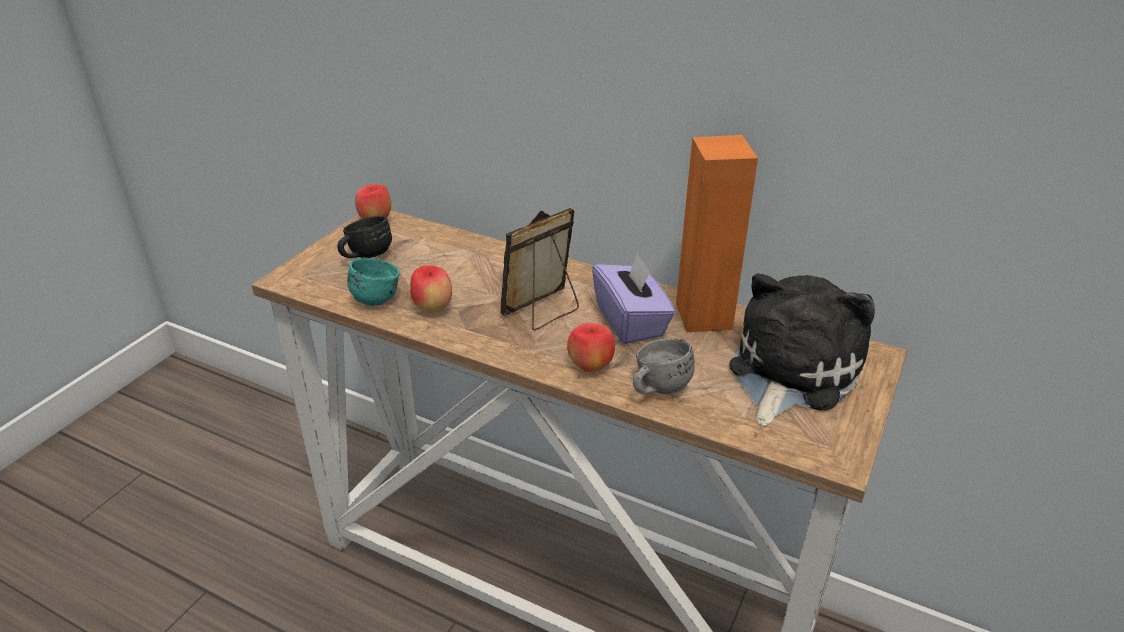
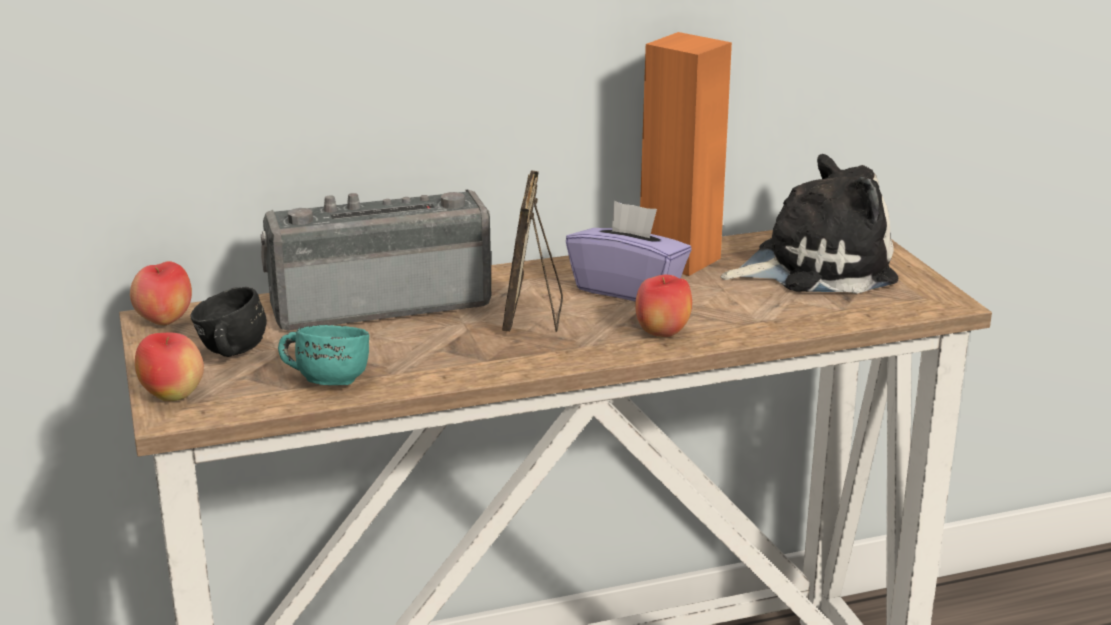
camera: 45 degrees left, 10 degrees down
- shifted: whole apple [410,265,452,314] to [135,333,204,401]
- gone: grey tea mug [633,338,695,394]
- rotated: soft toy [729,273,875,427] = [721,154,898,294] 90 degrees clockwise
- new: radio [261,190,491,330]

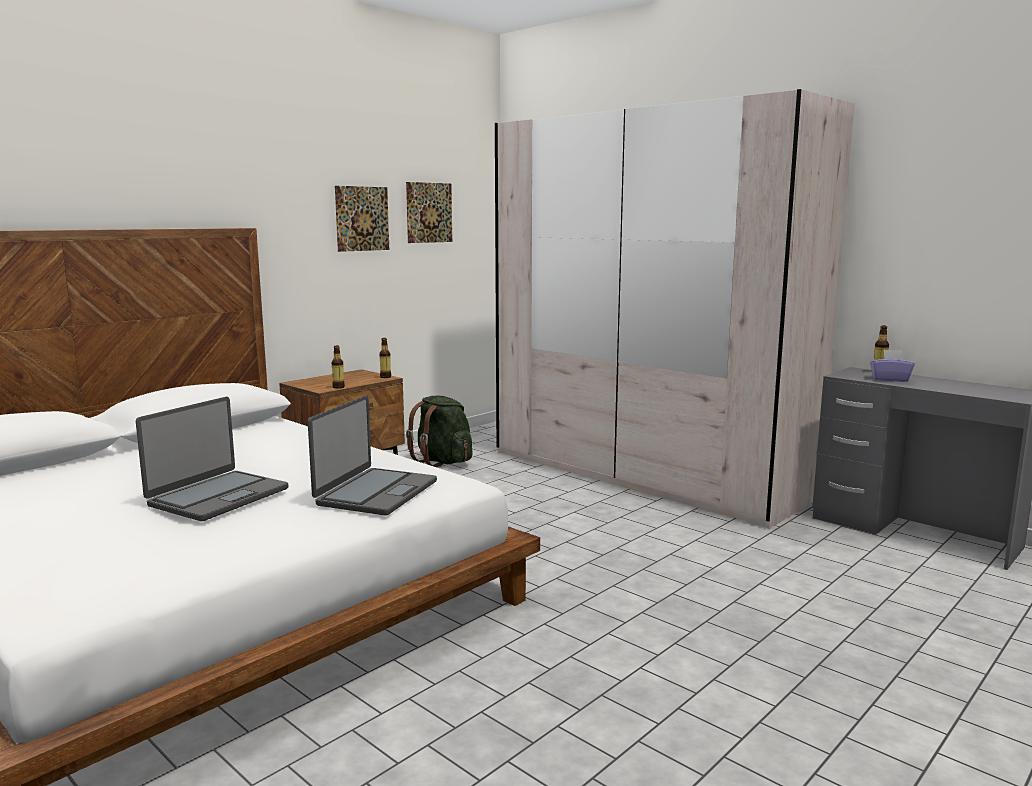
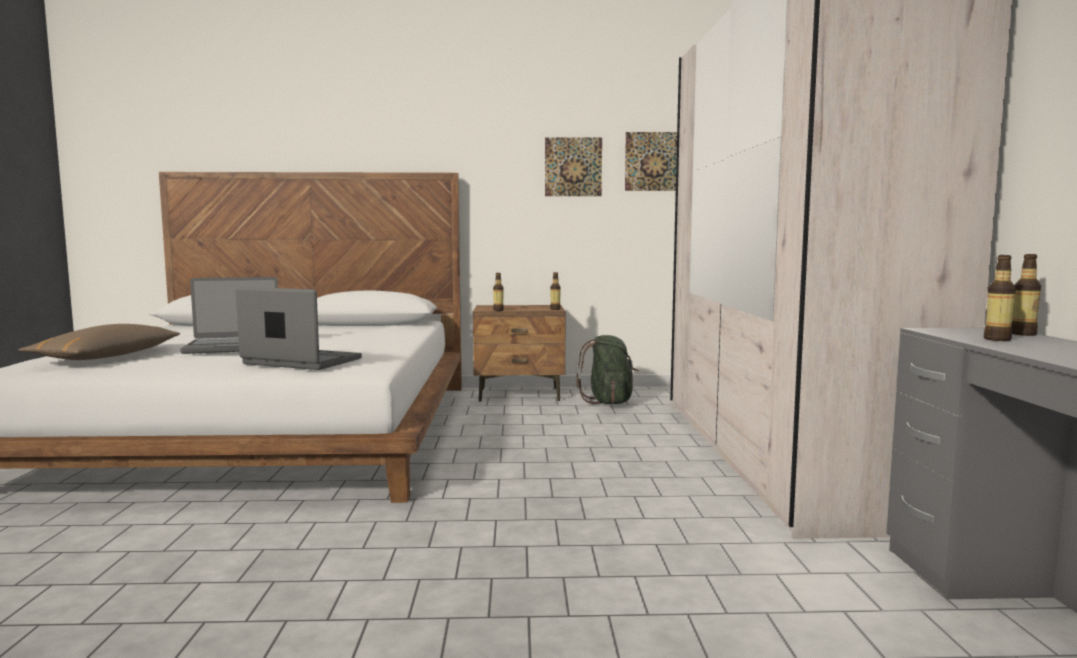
camera: 45 degrees right, 5 degrees down
- rotated: portable computer [308,395,437,516] = [236,287,362,370] 135 degrees counterclockwise
- swapped: purplish tissue box [870,350,914,382] to bottle [984,255,1016,341]
- new: brownish pillow [18,324,181,360]

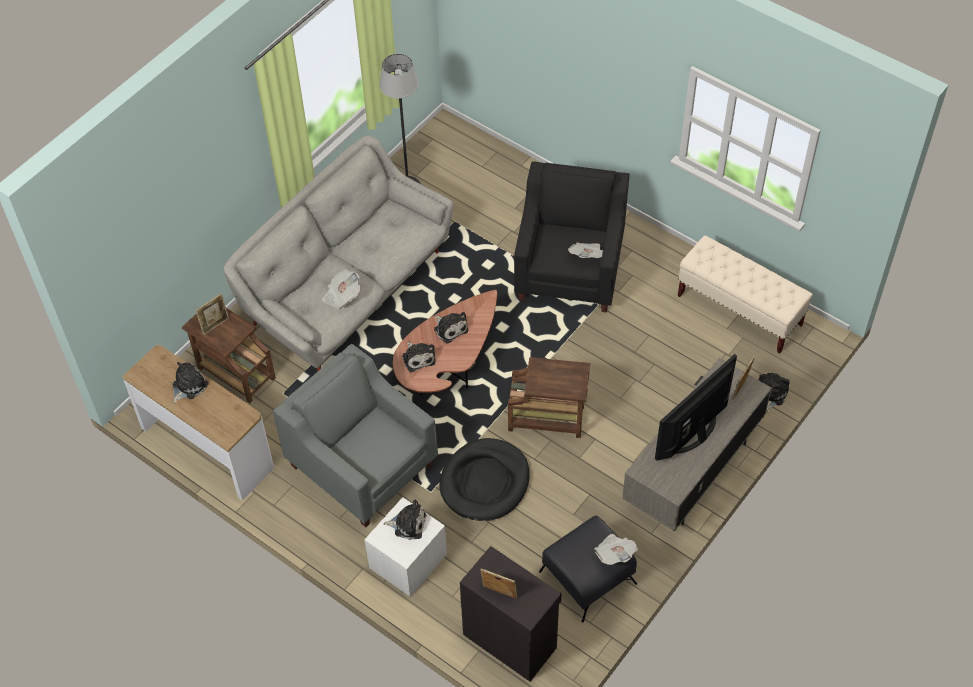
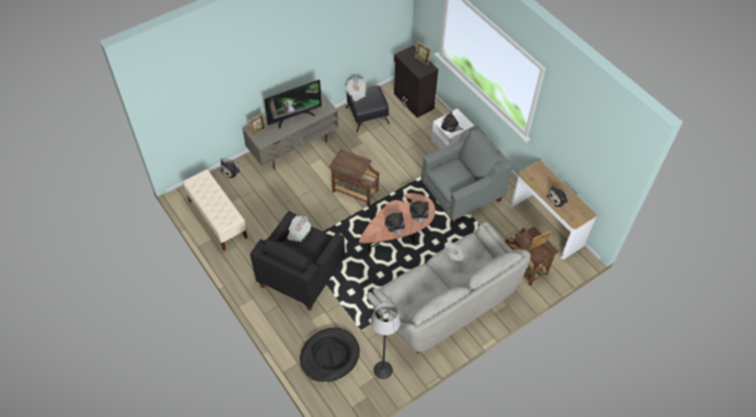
camera: 165 degrees left, 0 degrees up
- rotated: grey easy chair [272,344,438,527] = [421,125,513,224] 90 degrees counterclockwise
- shifted: black-coloured pet bed [439,438,529,521] to [300,327,360,382]

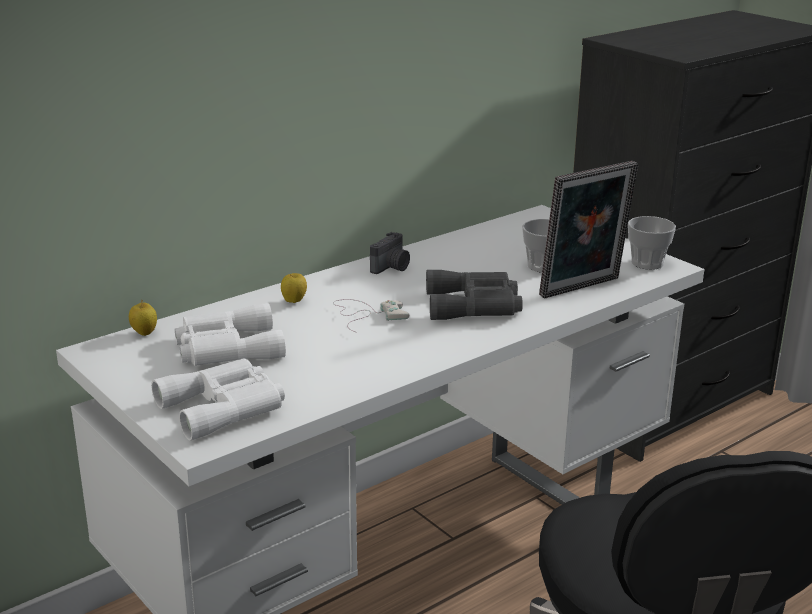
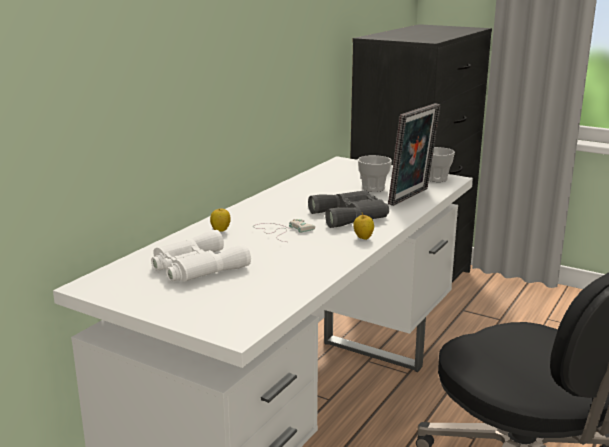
camera: 20 degrees left, 5 degrees down
- shifted: whole apple [129,300,157,336] to [353,213,374,240]
- gone: whitish binoculars [151,358,285,441]
- gone: photo camera [370,232,410,274]

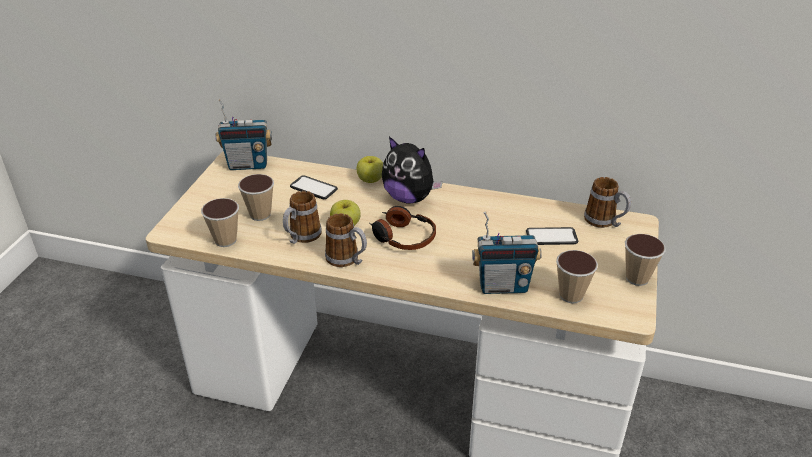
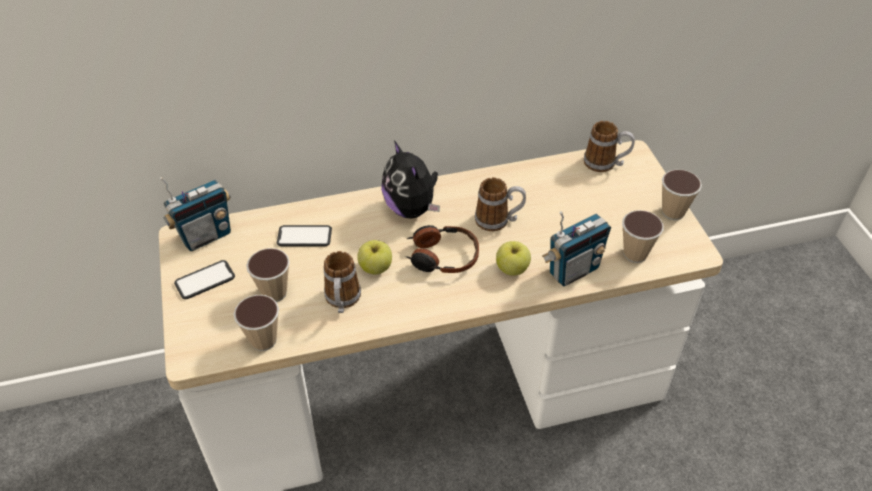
camera: 30 degrees left, 10 degrees up
- shifted: tea mug [325,213,367,267] to [475,177,526,231]
- shifted: whole apple [357,156,383,183] to [496,241,531,276]
- rotated: soft toy [382,137,443,203] = [381,140,440,219] 60 degrees clockwise
- shifted: phone [526,227,578,245] to [174,260,235,299]

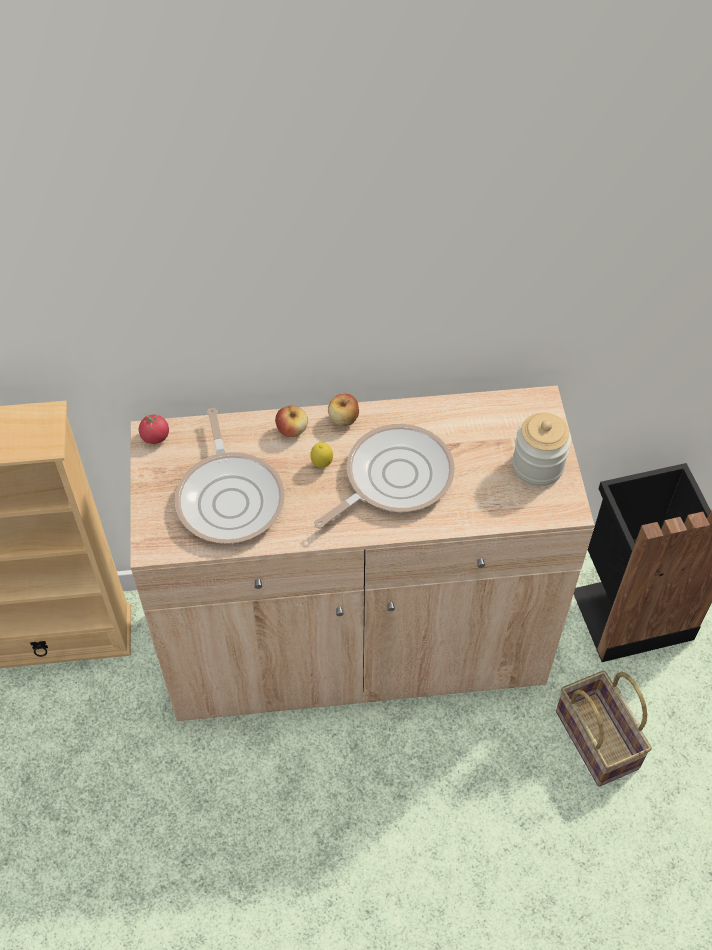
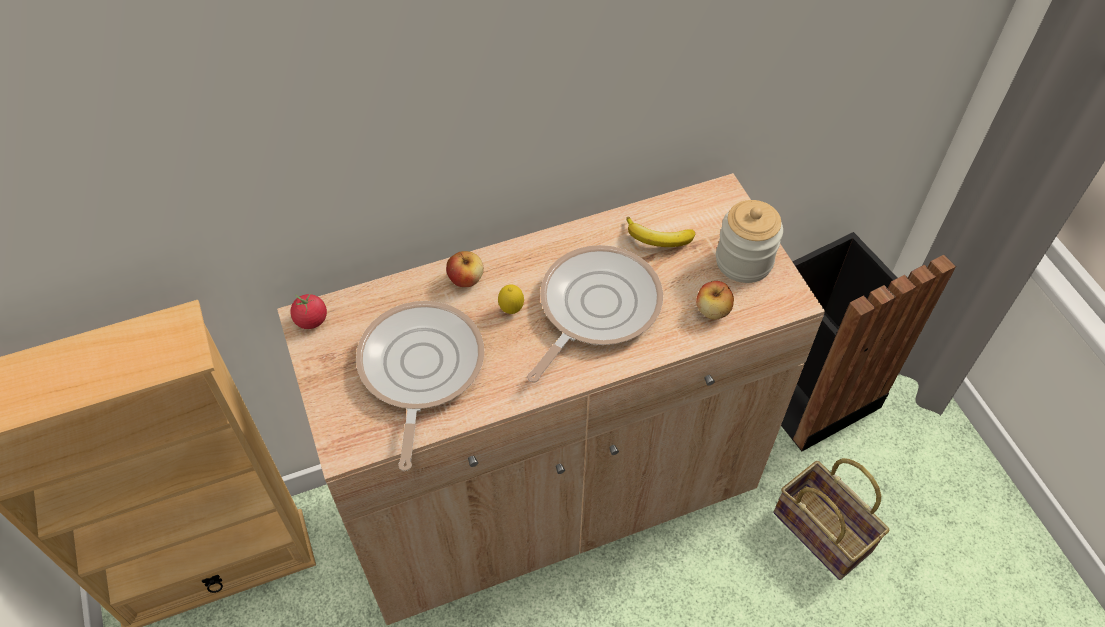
camera: 15 degrees left, 0 degrees up
- rotated: skillet [175,408,285,544] = [356,301,484,471] 150 degrees counterclockwise
- shifted: whole apple [328,394,359,426] to [696,281,734,320]
- new: banana fruit [626,217,695,247]

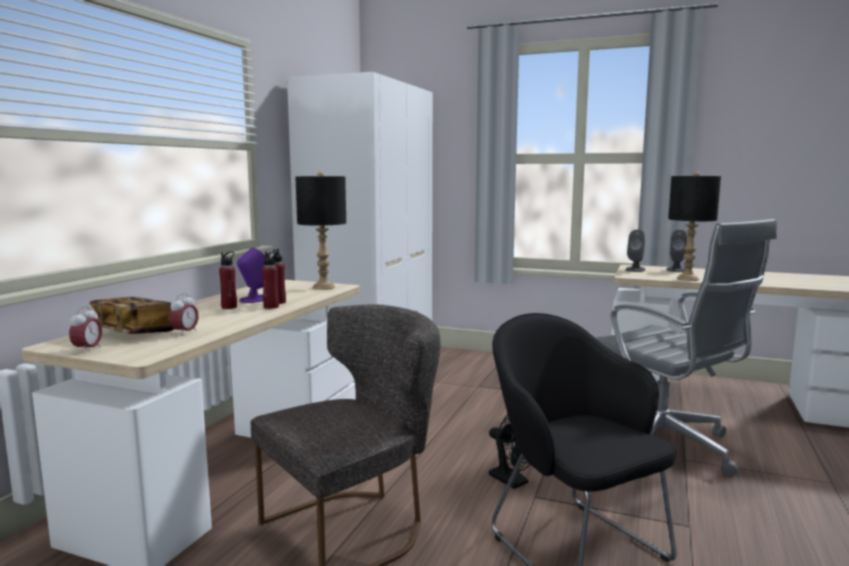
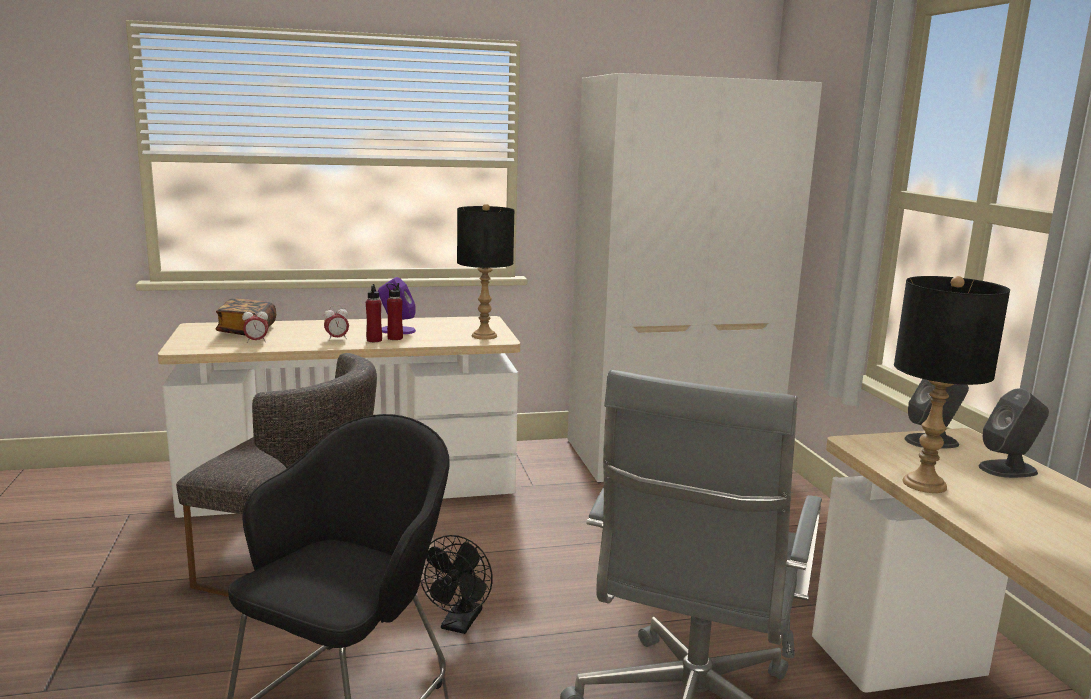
camera: 55 degrees right, 5 degrees up
- shifted: table clock [69,306,102,353] to [324,305,349,341]
- gone: red-coloured bottle [219,252,237,309]

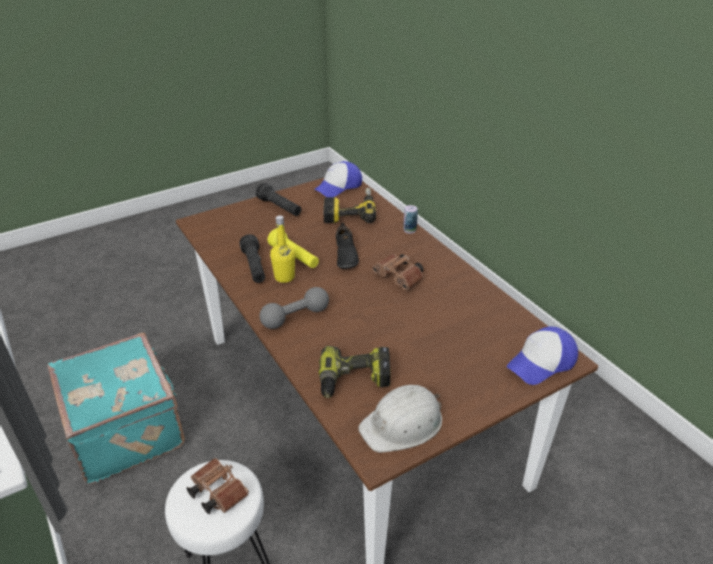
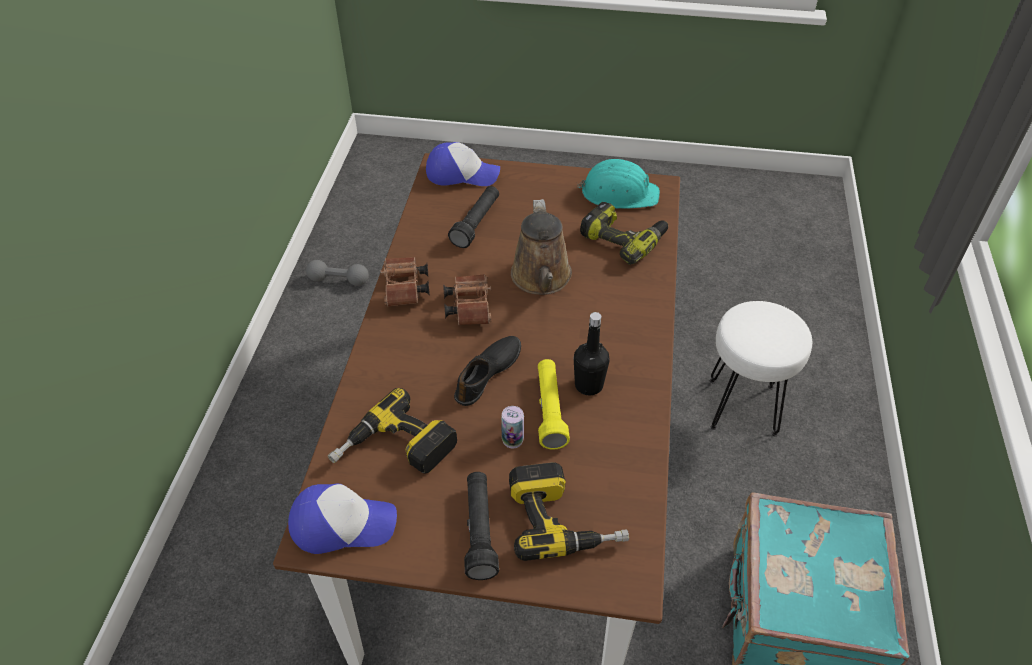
camera: 140 degrees left, 10 degrees up
- shifted: brownish binoculars [187,458,249,514] to [381,257,430,307]
- shifted: black-coloured flashlight [239,234,265,283] to [448,186,499,248]
- shifted: grey free weight [260,287,329,329] to [306,260,369,286]
- repainted: yellow bottle [270,216,295,283] to black-coloured bottle [574,312,610,396]
- repainted: whitish safety helmet [358,385,442,453] to turquoise safety helmet [577,159,660,209]
- shifted: metal can [403,205,418,234] to [501,406,524,448]
- new: electric drill [509,462,629,561]
- new: brownish sprinkling can [511,199,572,295]

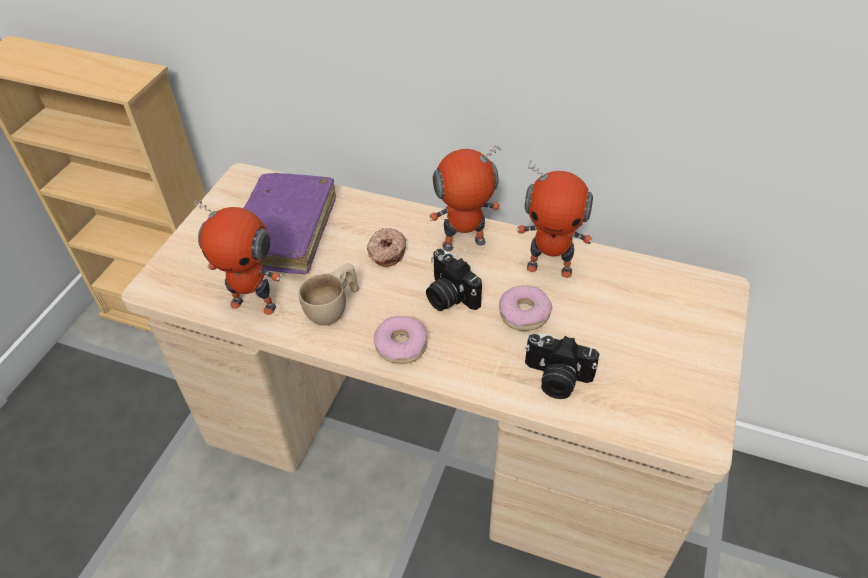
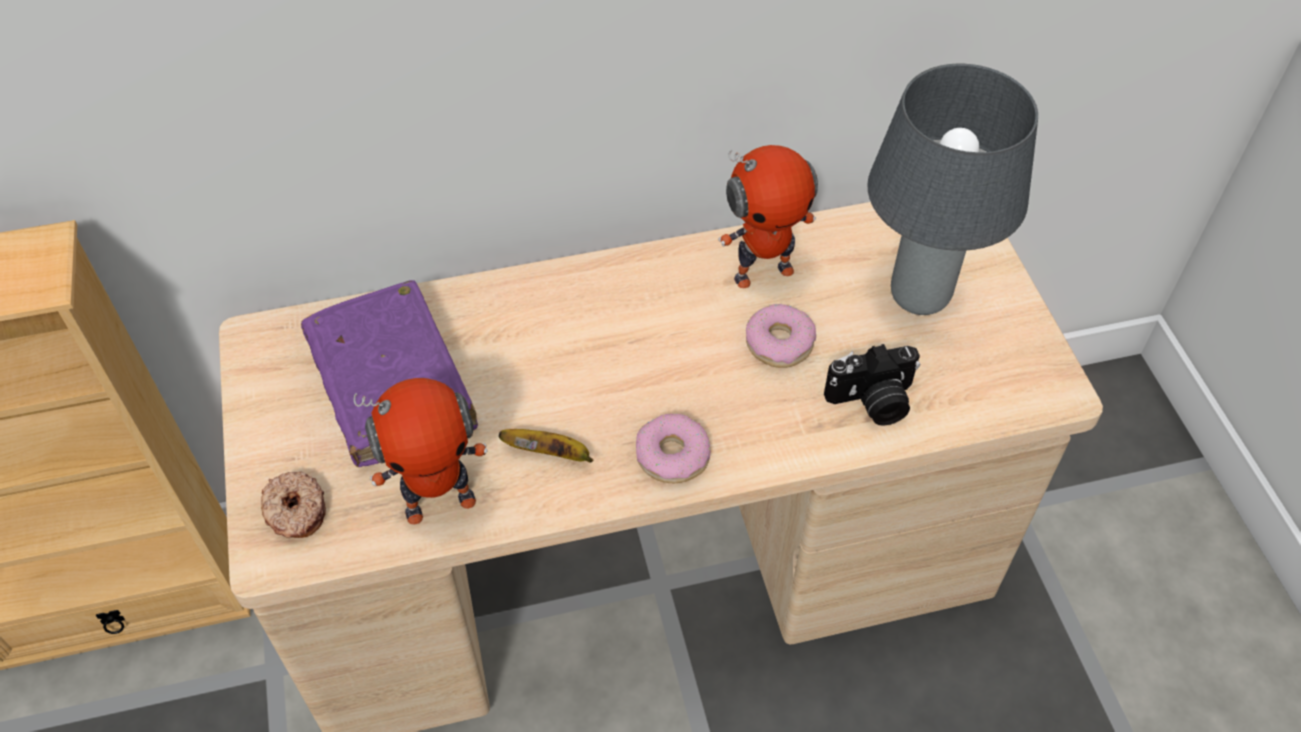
camera: 35 degrees left, 5 degrees up
- swapped: beige-coloured cup [299,264,359,326] to banana fruit [499,429,593,463]
- shifted: ring doughnut [367,228,406,267] to [261,471,326,538]
- gone: photo camera [426,249,482,311]
- gone: robot figure [429,145,501,251]
- new: grey lamp for a table [867,64,1038,315]

